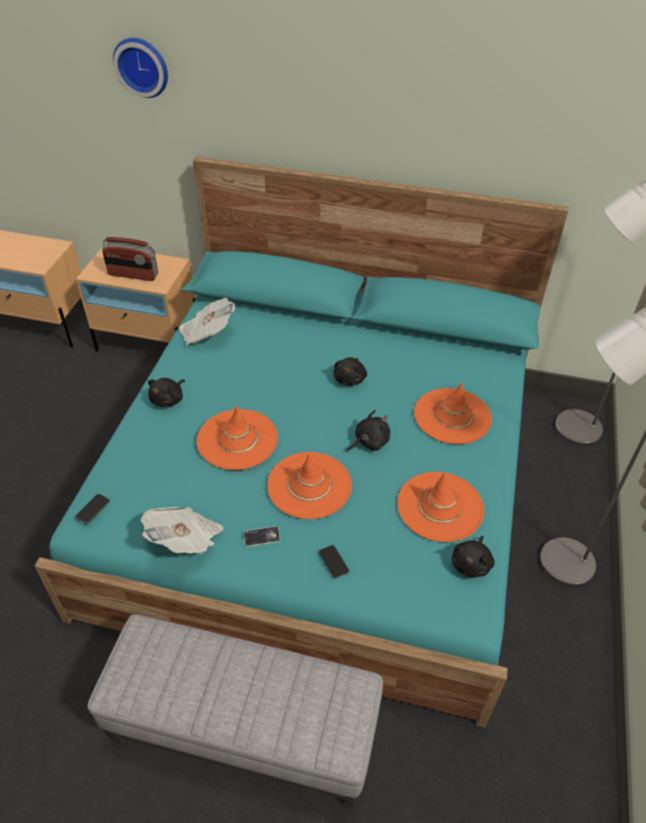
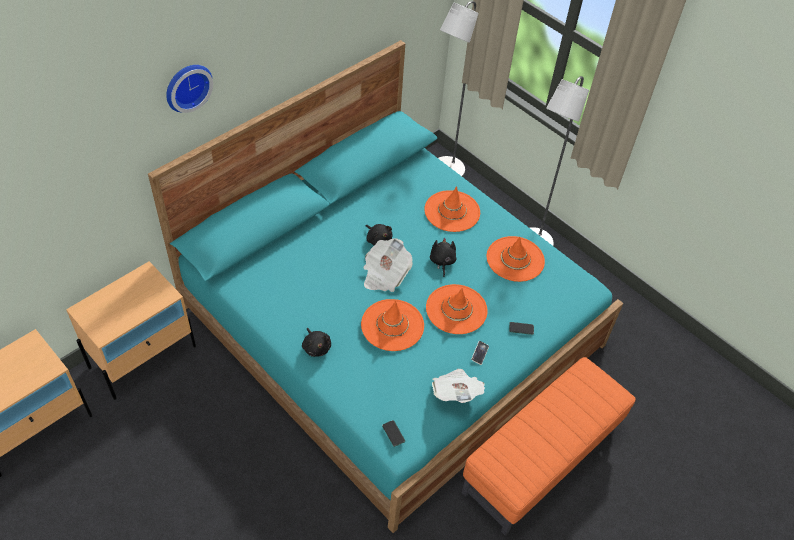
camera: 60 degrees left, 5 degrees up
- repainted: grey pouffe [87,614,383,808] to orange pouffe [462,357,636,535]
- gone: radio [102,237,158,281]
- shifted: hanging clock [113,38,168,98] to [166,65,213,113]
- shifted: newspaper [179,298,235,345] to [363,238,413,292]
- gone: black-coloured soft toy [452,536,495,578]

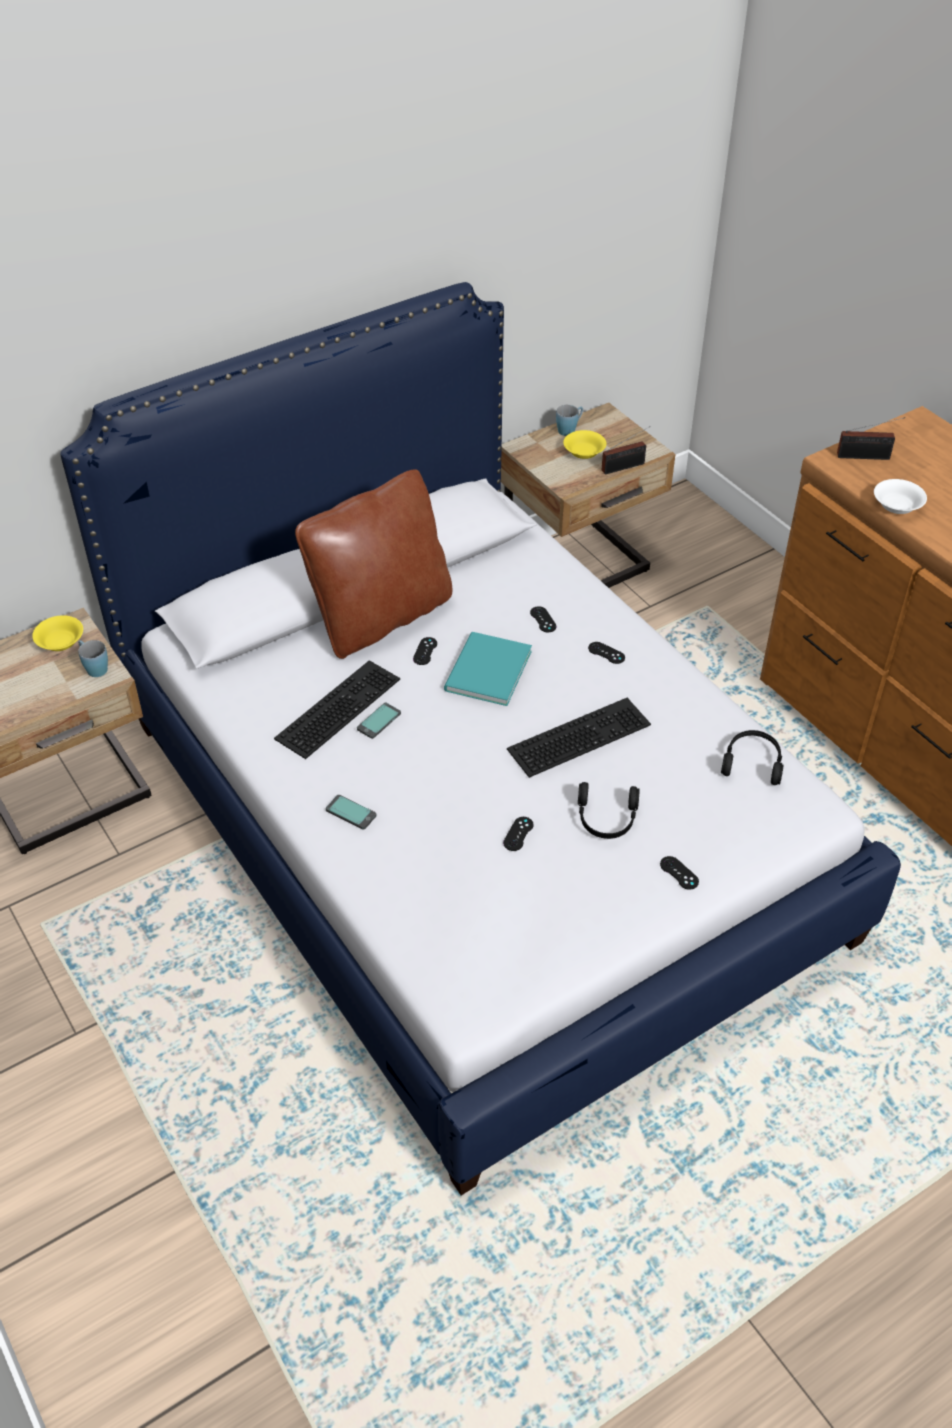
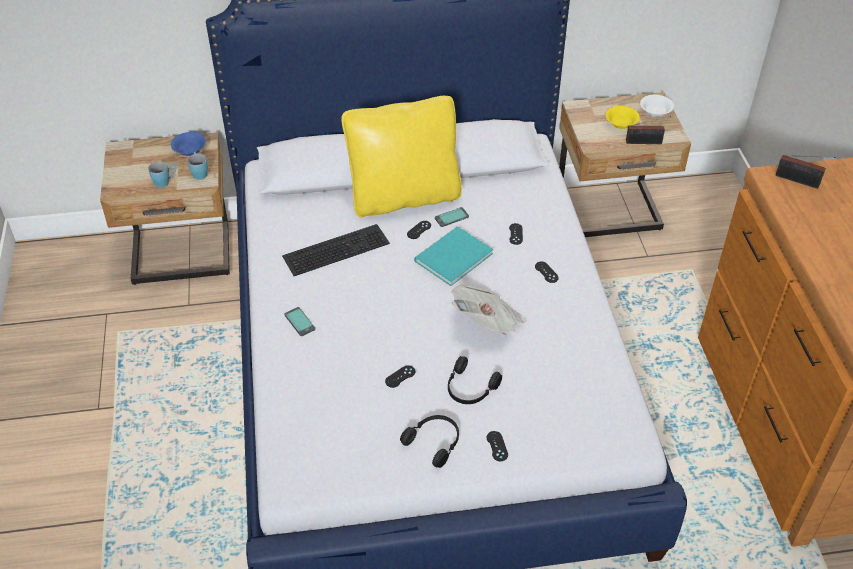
camera: 25 degrees right, 0 degrees up
- repainted: yellow bowl [32,615,83,651] to bluish bowl [171,132,206,156]
- repainted: brownish pillow [295,469,452,659] to yellow pillow [341,96,462,217]
- shifted: phone [357,703,401,739] to [435,207,469,227]
- swapped: keyboard [507,698,651,778] to newspaper [452,285,527,335]
- shifted: bluish tea mug [556,405,583,436] to [148,161,177,188]
- shifted: black-coloured headphones [721,730,784,785] to [400,415,459,468]
- shifted: whitish bowl [874,479,927,514] to [640,95,674,117]

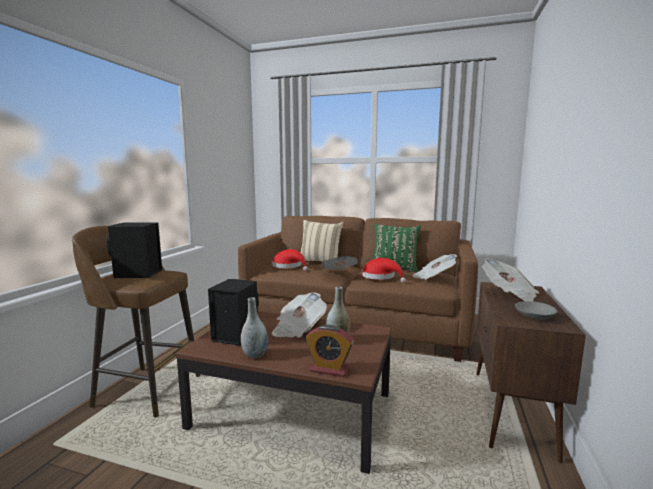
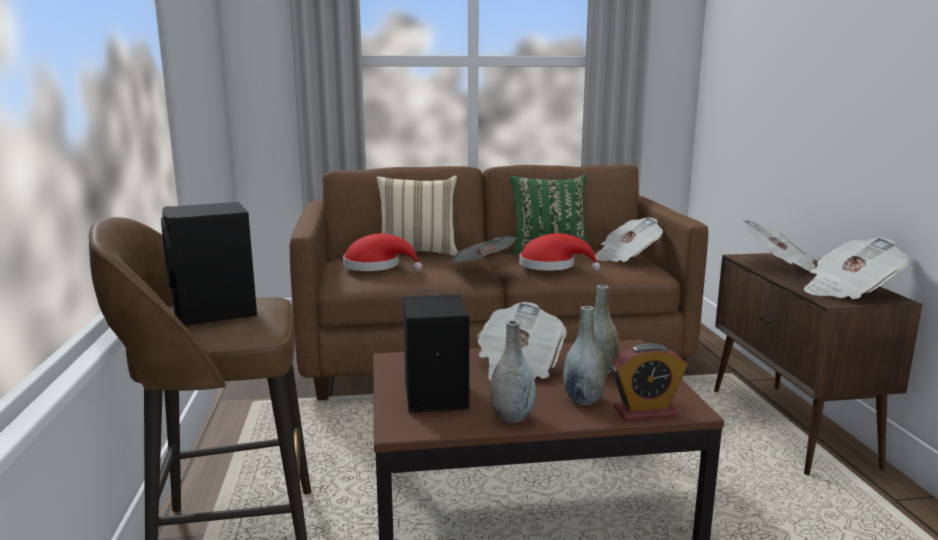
camera: 25 degrees left, 5 degrees up
- swapped: grey bowl [515,301,557,320] to newspaper [804,238,909,299]
- new: grey vase [563,306,607,405]

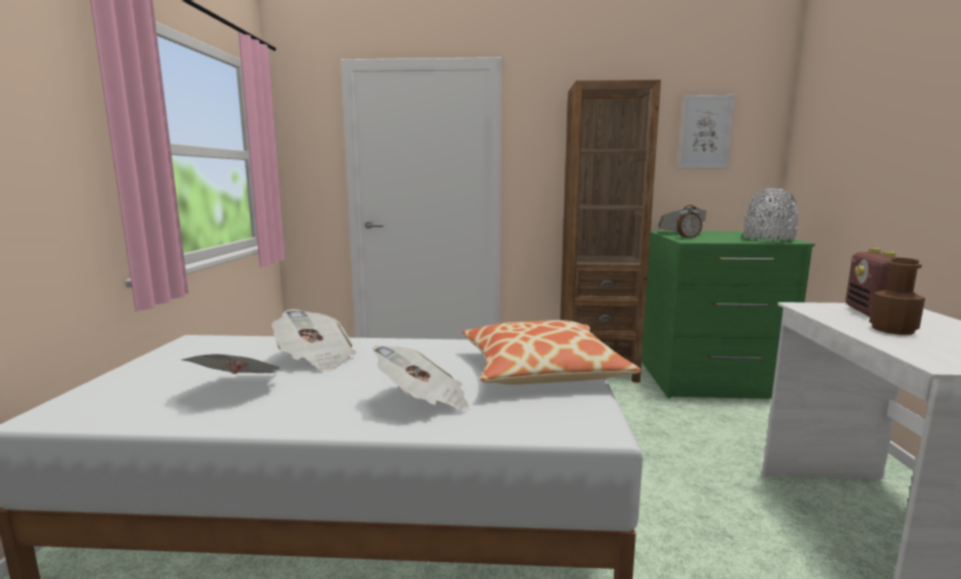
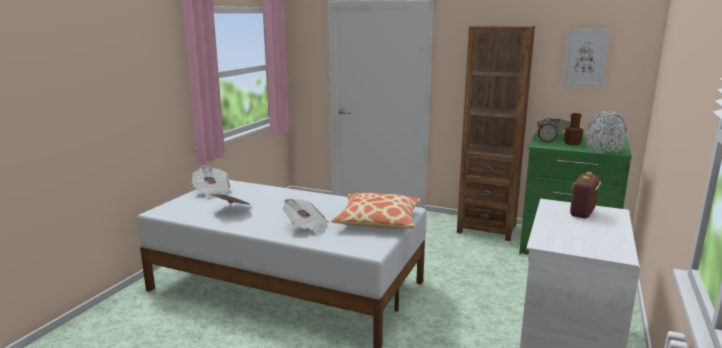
camera: 20 degrees right, 5 degrees up
- shifted: newspaper [271,309,356,371] to [192,166,230,199]
- shifted: brownish bottle [869,258,925,335] to [564,113,584,145]

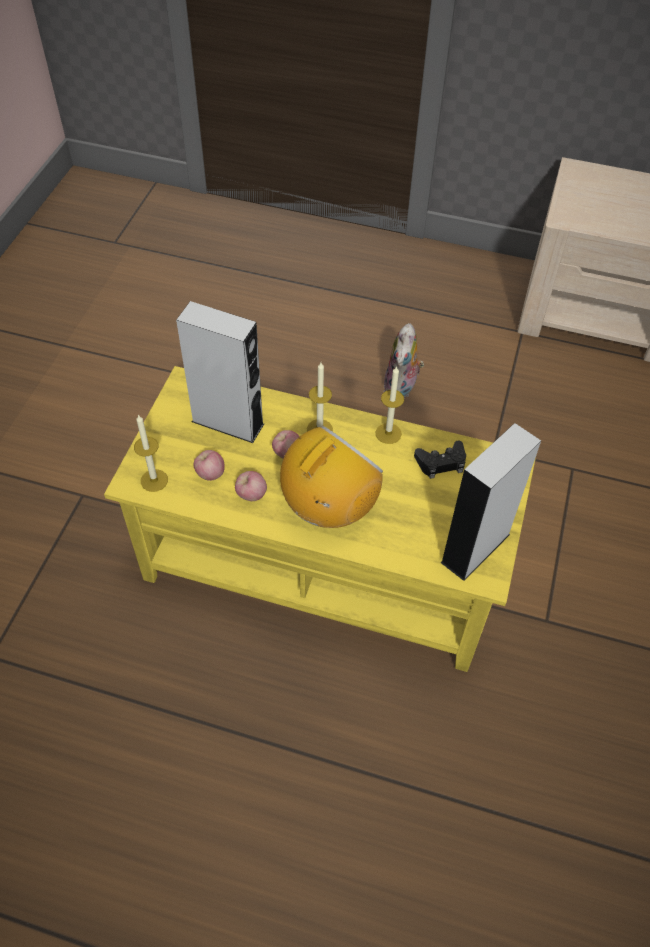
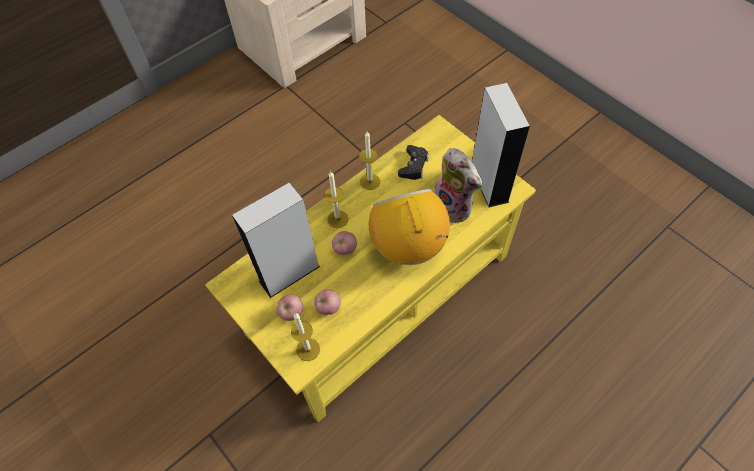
camera: 55 degrees left, 5 degrees up
- shifted: whole apple [235,471,267,501] to [277,295,303,321]
- shifted: soft toy [383,323,424,399] to [434,148,482,223]

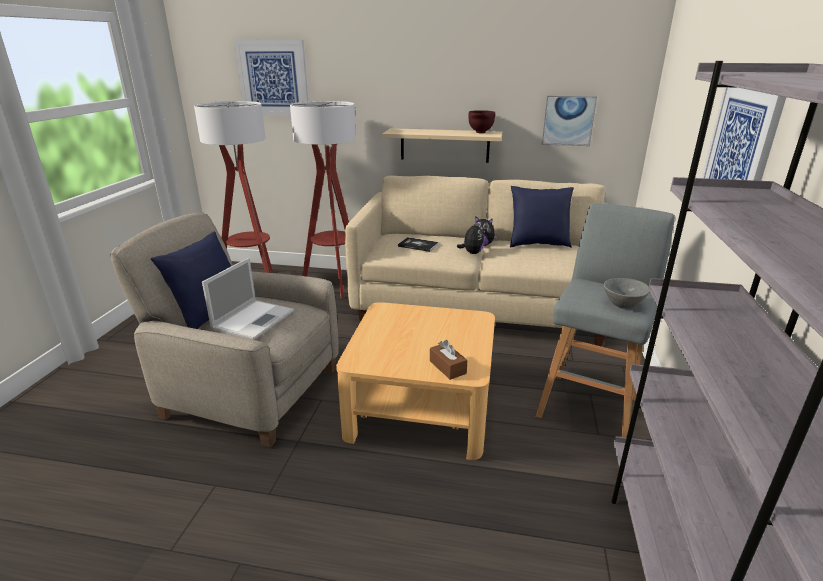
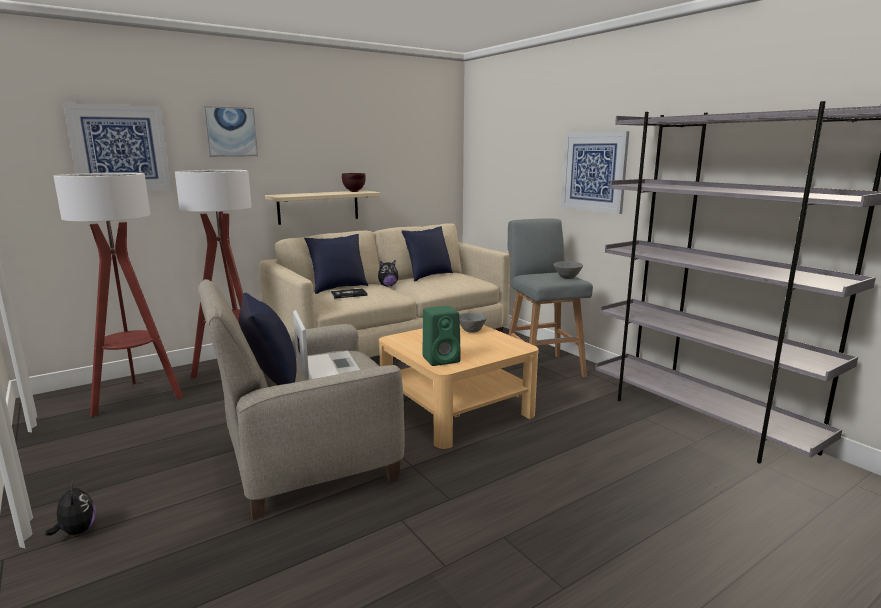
camera: 45 degrees left, 10 degrees down
- gone: brownish tissue box [430,340,468,380]
- shifted: soft toy [457,222,485,254] to [45,482,96,536]
- shifted: wall picture [542,95,597,146] to [204,106,258,157]
- new: bluish pillow [304,234,368,294]
- new: green speaker [422,306,461,366]
- new: grey bowl [459,313,487,333]

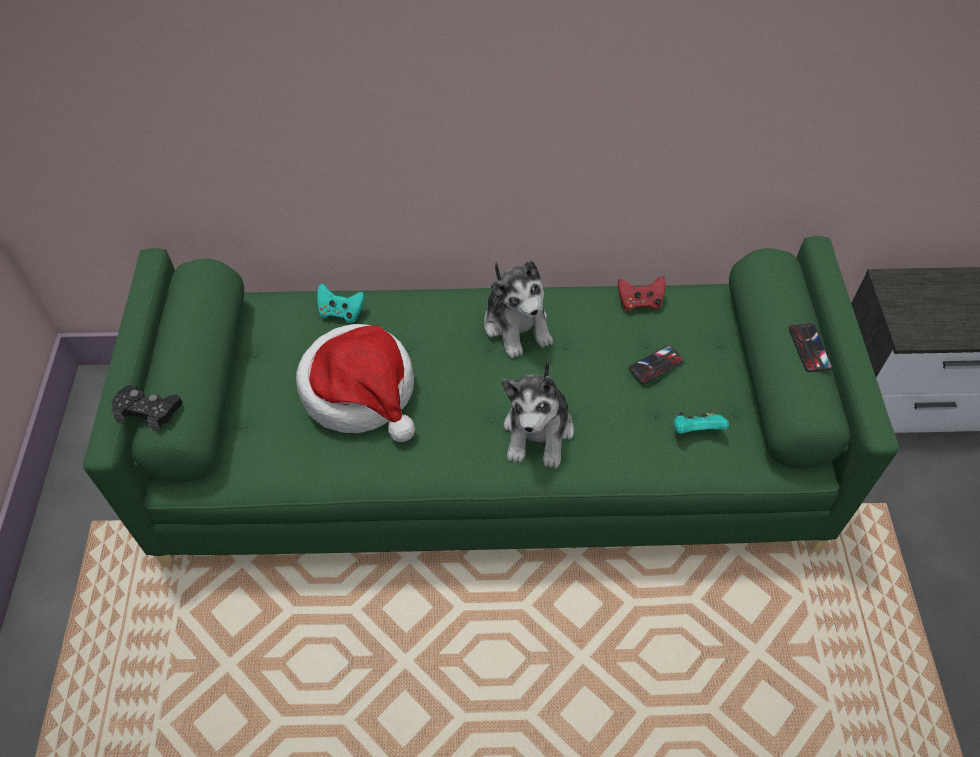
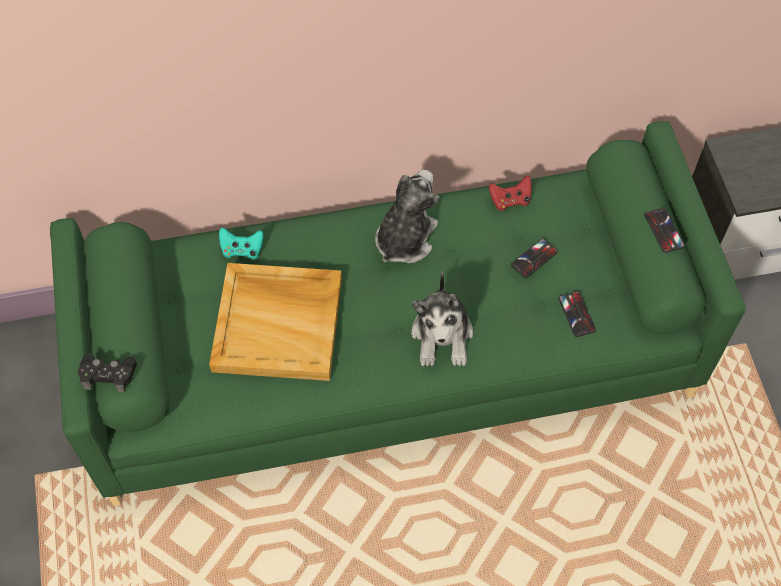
camera: 10 degrees left, 5 degrees up
- swapped: wearable hat [296,324,415,442] to beige-coloured serving tray [209,263,342,381]
- rotated: soft toy [484,260,553,358] = [375,170,440,263] 120 degrees counterclockwise
- swapped: turquoise game controller [673,413,729,434] to phone [558,291,596,337]

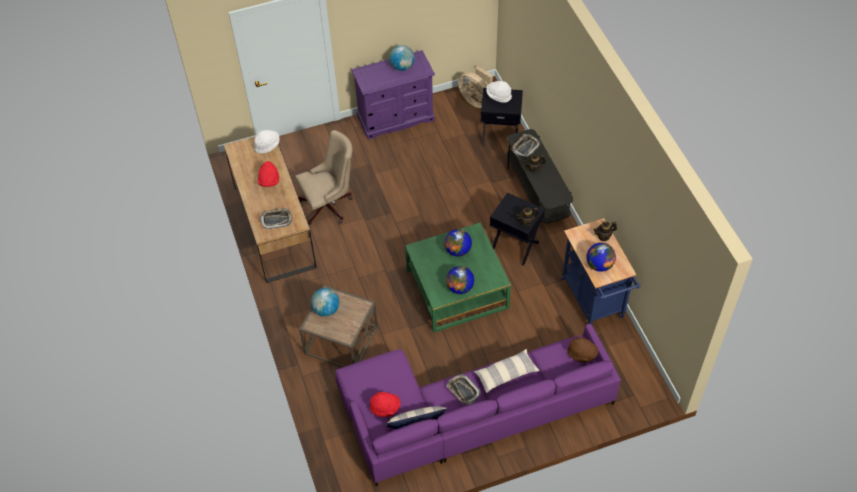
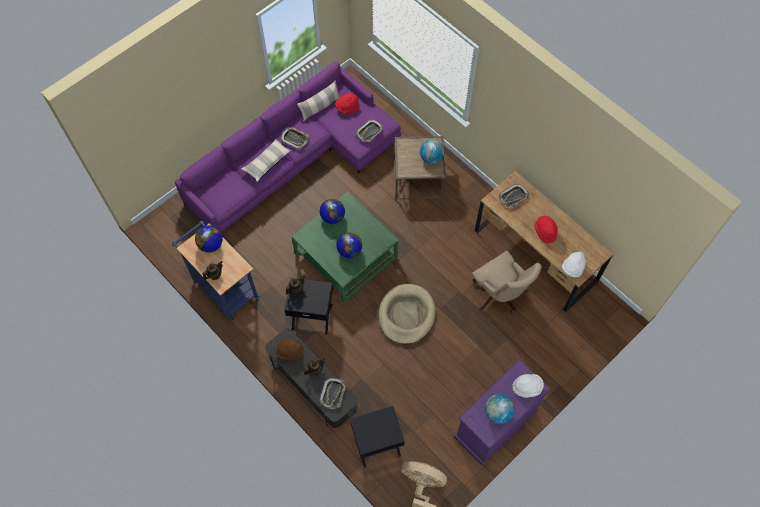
camera: 155 degrees right, 10 degrees up
- rotated: beige-coloured computer chair [295,130,353,225] = [472,251,542,314] 75 degrees counterclockwise
- shifted: whitish wearable hat [486,81,512,103] to [512,374,544,398]
- shifted: brownish wearable hat [567,337,598,362] to [275,339,304,360]
- new: serving tray [356,120,383,142]
- new: beige-coloured pet bed [378,284,436,344]

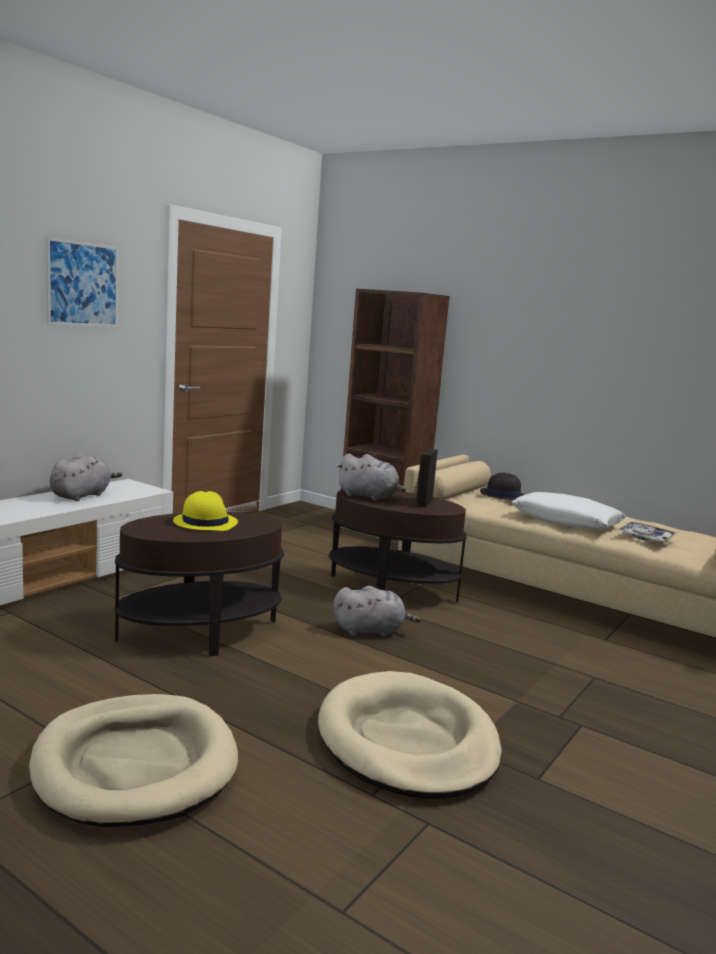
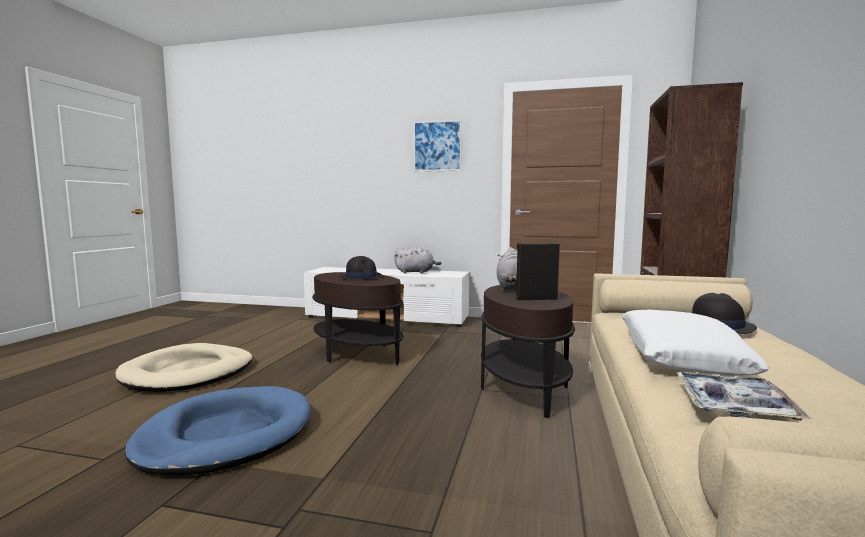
camera: 70 degrees right, 5 degrees down
- repainted: yellow wearable hat [173,491,238,531] to black-coloured wearable hat [340,256,383,281]
- repainted: beige-coloured pet bed [318,671,502,799] to bluish pet bed [125,386,311,475]
- gone: grey soft toy [333,586,421,637]

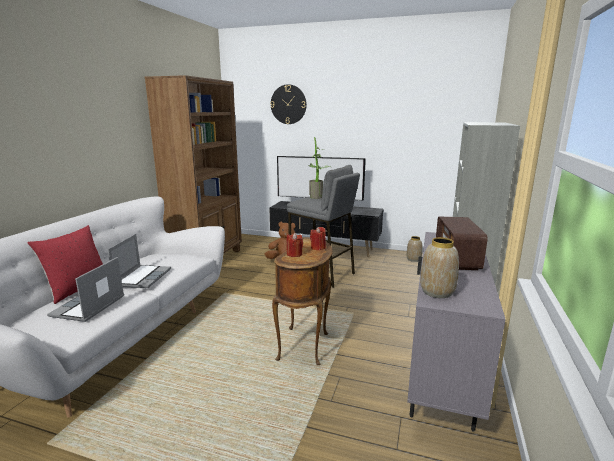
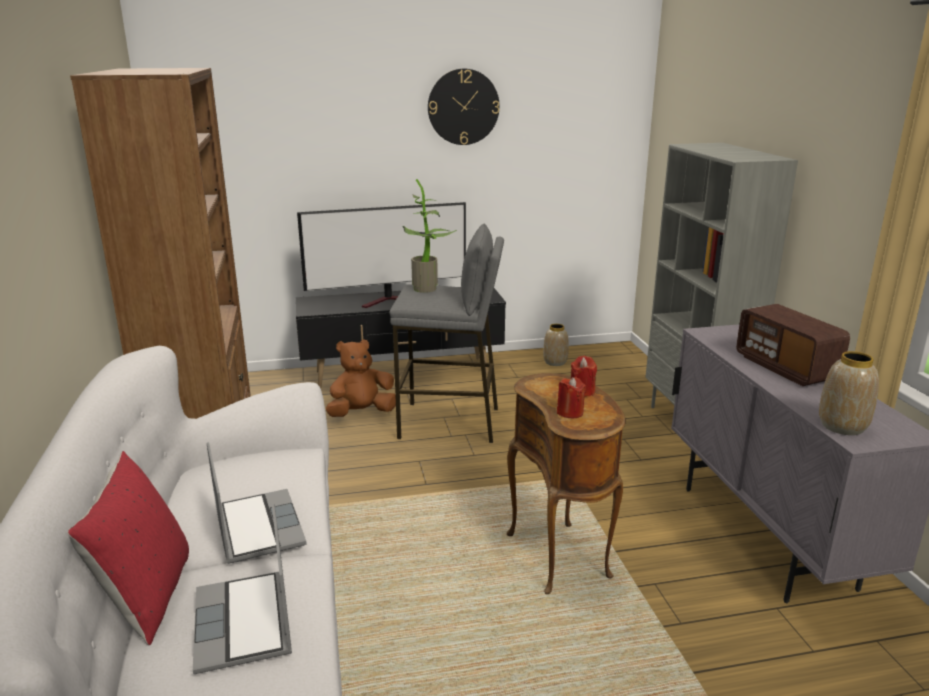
camera: 30 degrees left, 5 degrees up
- shifted: hanging clock [270,84,307,124] to [428,69,500,145]

